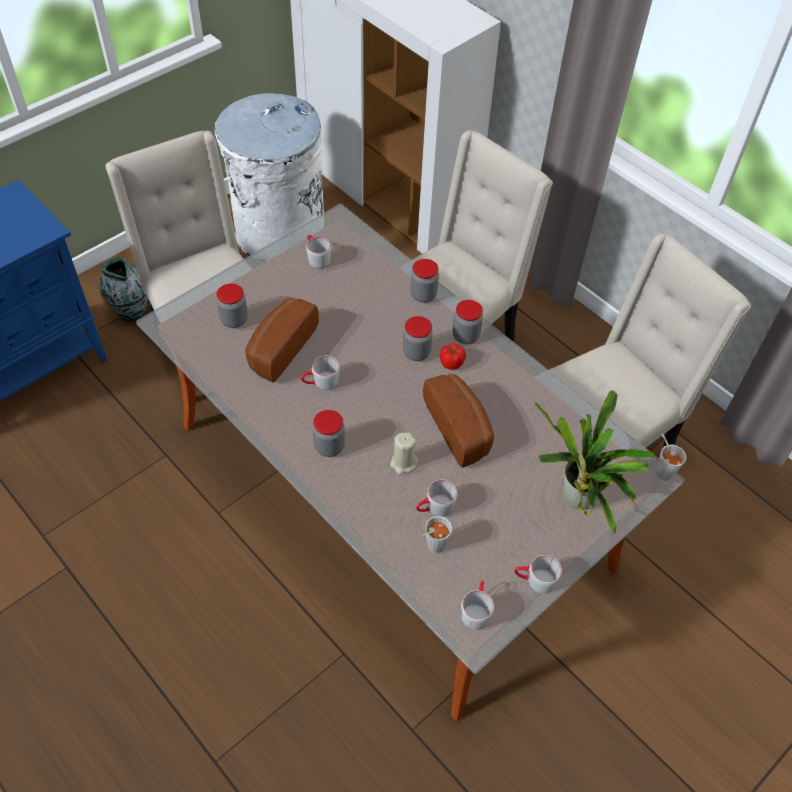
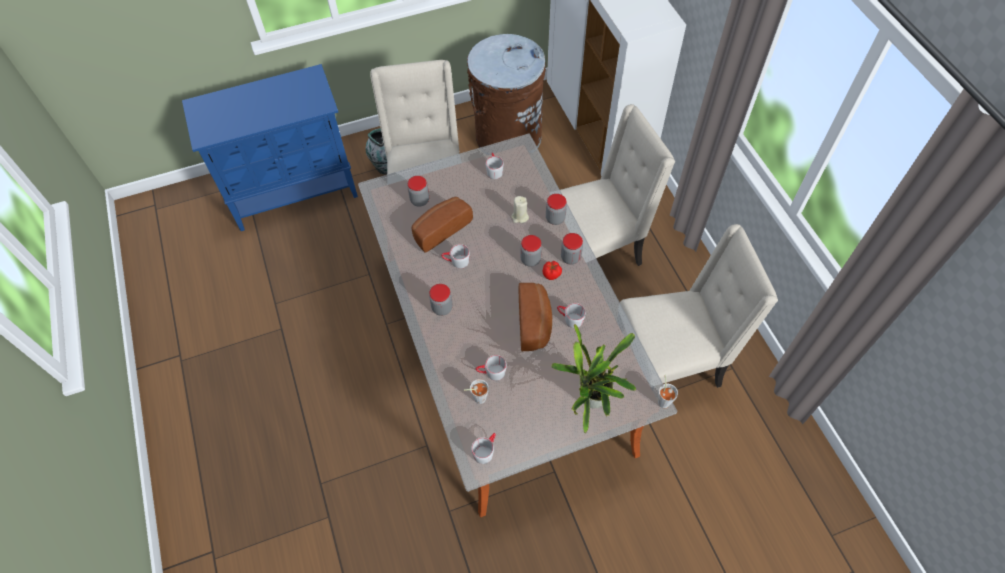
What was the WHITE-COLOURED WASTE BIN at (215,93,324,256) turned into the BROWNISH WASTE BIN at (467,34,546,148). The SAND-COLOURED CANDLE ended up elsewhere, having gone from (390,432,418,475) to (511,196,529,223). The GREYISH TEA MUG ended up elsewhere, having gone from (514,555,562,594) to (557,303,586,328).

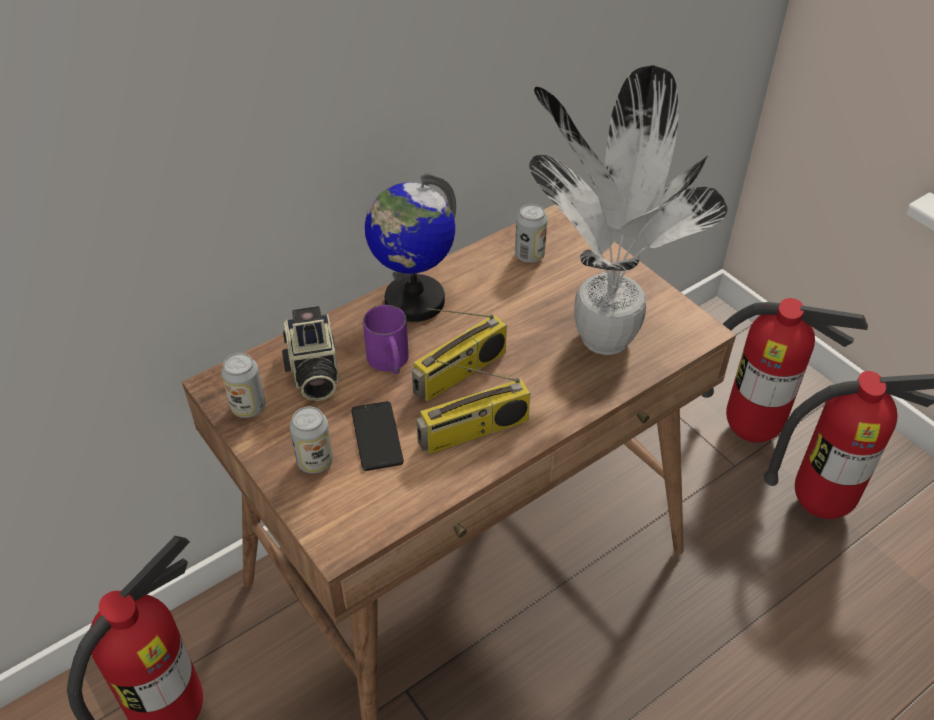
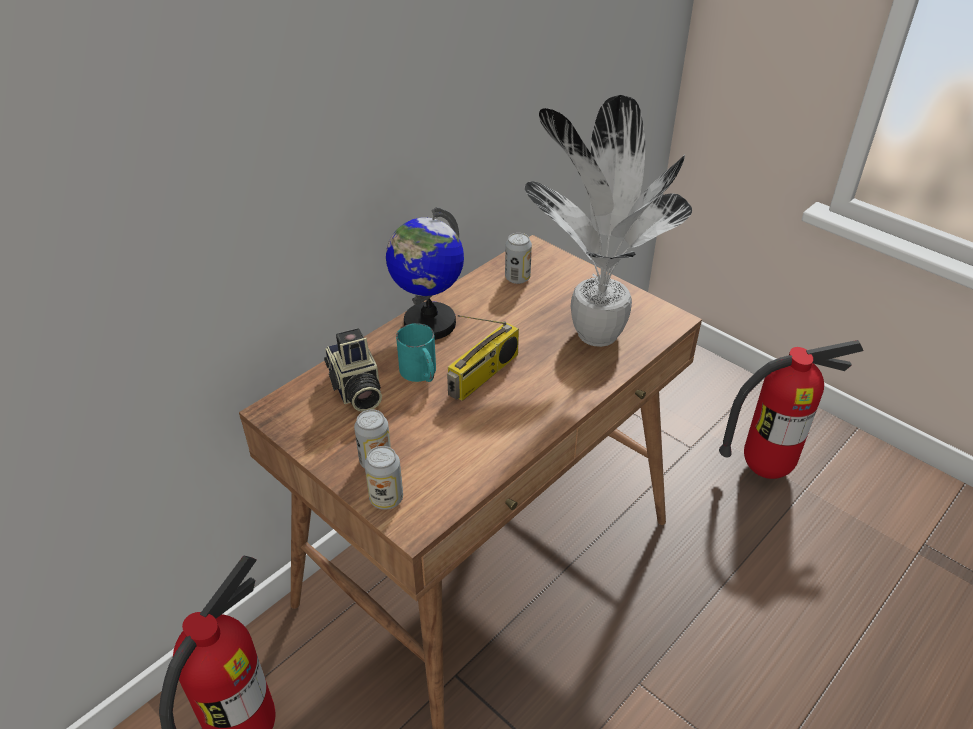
The SEALED CAN ended up elsewhere, having gone from (221,353,265,418) to (364,446,403,510). What was the PURPLE-COLOURED TEA MUG at (363,305,409,374) turned into the TURQUOISE-COLOURED TEA MUG at (396,323,436,382). The second view lost the TELEPHONE at (351,401,404,471). The second view lost the RADIO SET at (417,360,530,454). The second view lost the FIRE-FIGHTING CYLINDER at (702,298,868,443).

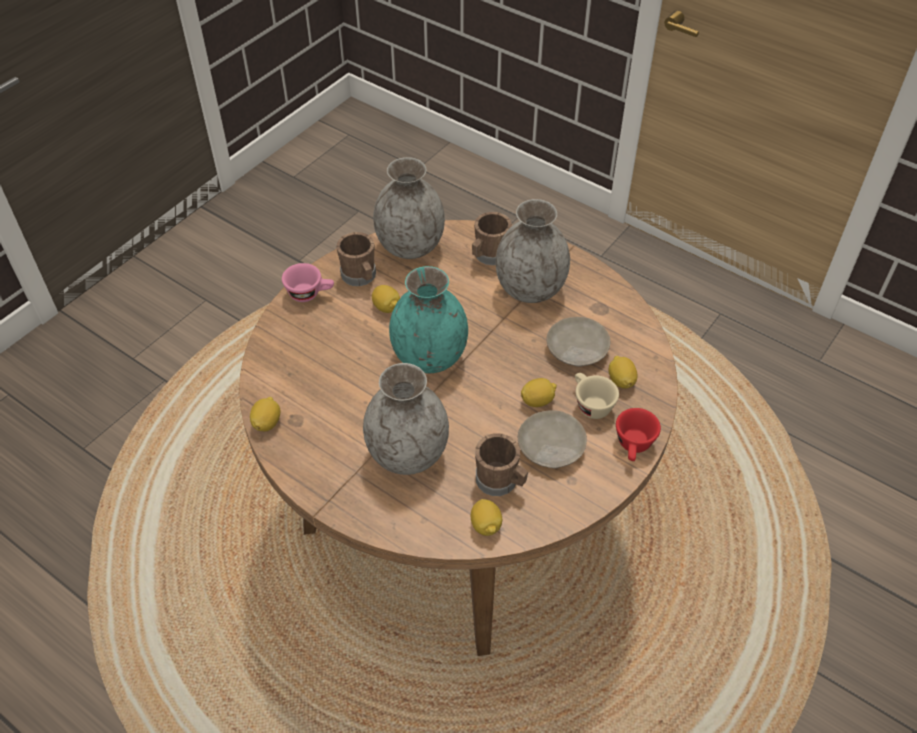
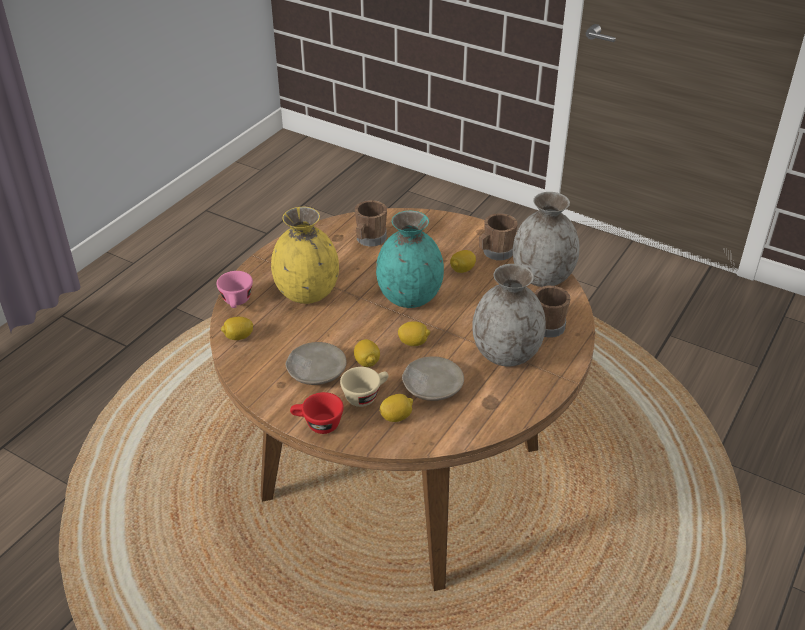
The PINKISH CUP ended up elsewhere, having gone from (282,263,334,302) to (216,271,253,308). What was the GREYISH FLOWER VASE at (363,363,449,475) turned into the YELLOWISH FLOWER VASE at (271,207,339,304). The BROWNISH TEA MUG ended up elsewhere, having gone from (475,433,528,496) to (355,200,387,247). The LEMON ended up elsewhere, having gone from (250,397,281,431) to (398,321,430,346).

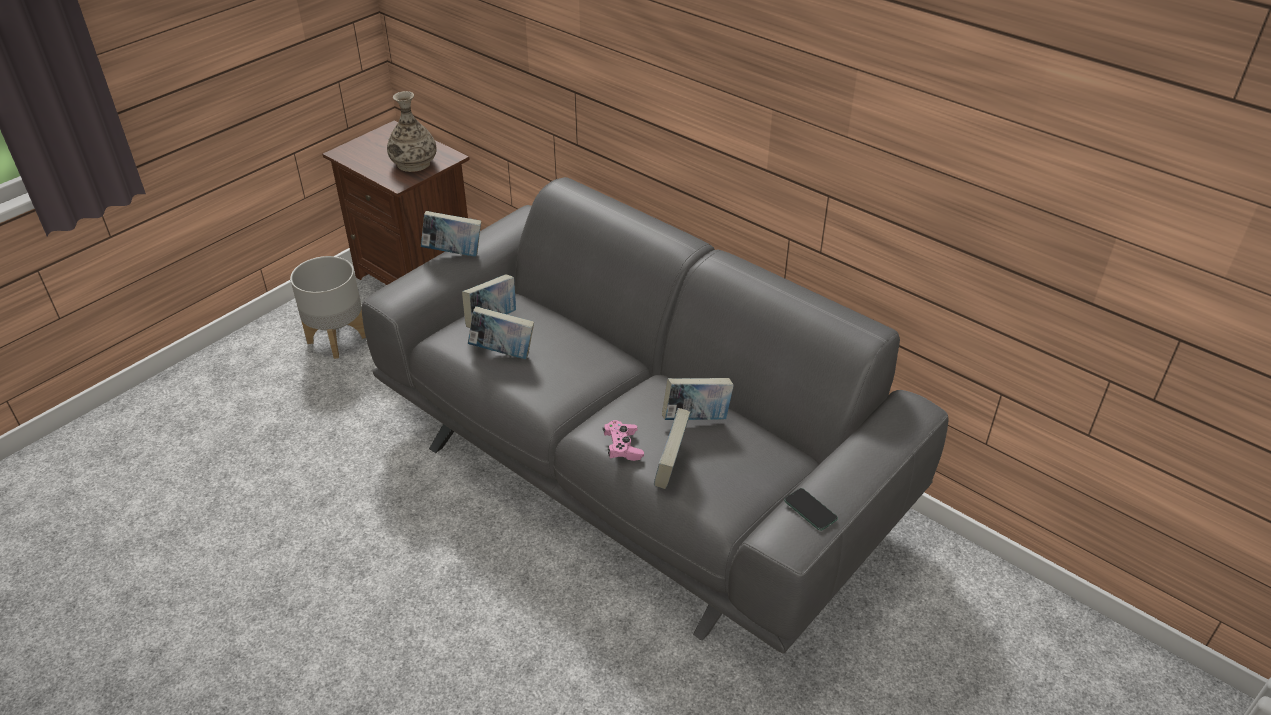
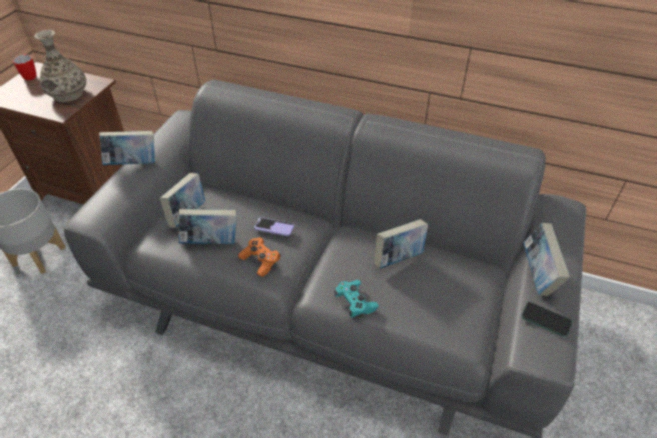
The second view gained the TEA MUG at (13,54,36,80). The second view gained the ORANGE GAMEPAD at (238,237,281,277). The second view gained the TELEPHONE at (254,217,294,236). What was the PINKISH GAMEPAD at (603,420,644,461) turned into the TURQUOISE-COLOURED GAMEPAD at (334,280,379,318). The BOUND BOOK ended up elsewhere, having gone from (654,408,691,489) to (523,223,570,296).

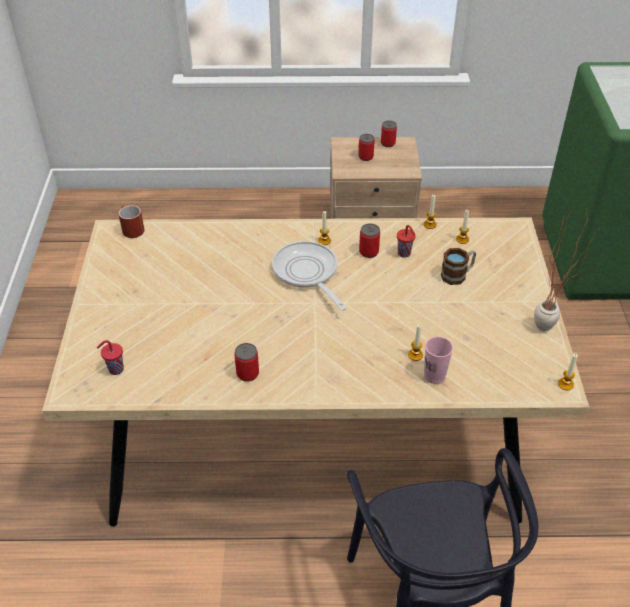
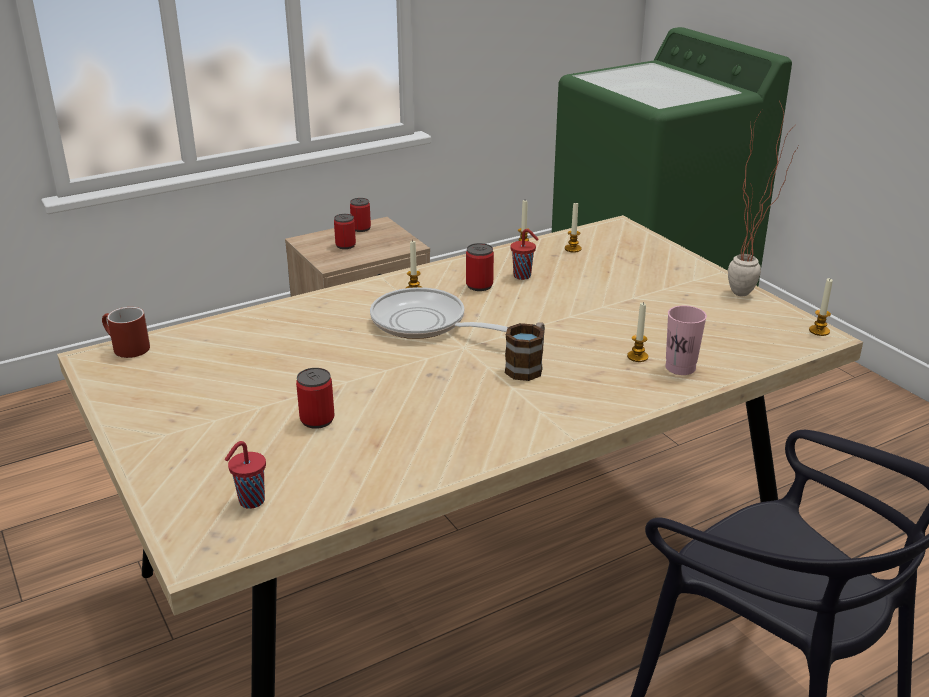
The SEALED CAN ended up elsewhere, having gone from (235,343,259,382) to (296,368,334,429). The TEA MUG ended up elsewhere, having gone from (441,248,476,285) to (505,322,545,381).

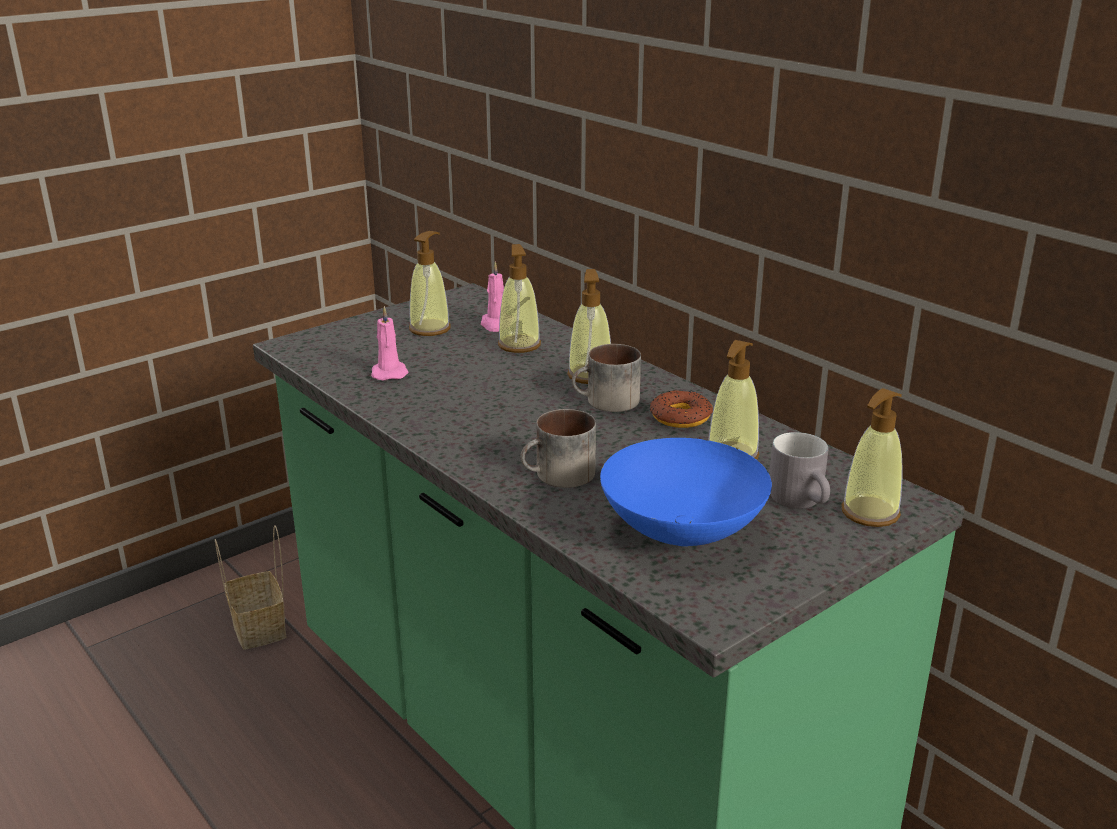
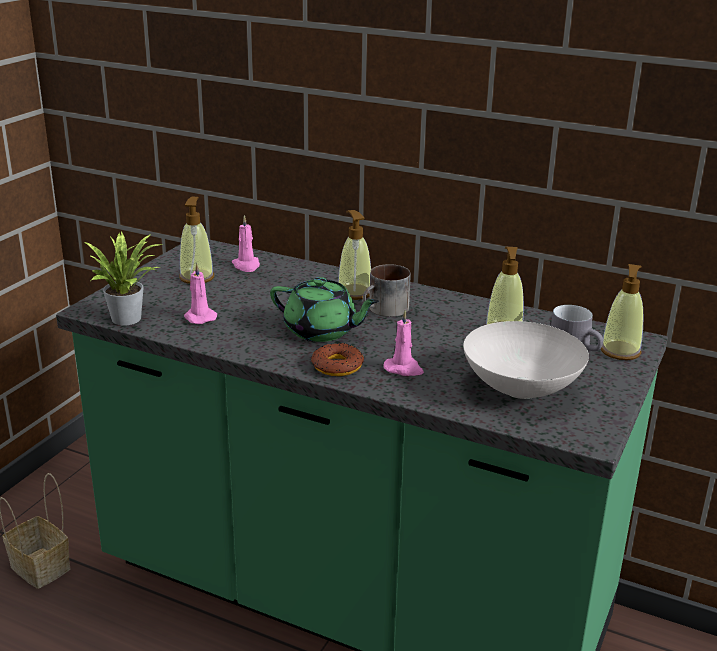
The second view gained the PLANT IN A POT at (83,231,164,326). The second view gained the GREEN TEA POT at (270,277,379,342). The RING DOUGHNUT ended up elsewhere, having gone from (650,390,713,428) to (311,343,364,376). Where the TEA MUG stood at (520,409,596,488), the PINKISH CANDLE came to stand at (383,309,424,376). What was the BLUE BOWL at (600,438,772,546) turned into the WHITE-COLOURED BOWL at (463,321,589,399). The second view lost the SOAP BOTTLE at (498,244,541,353).

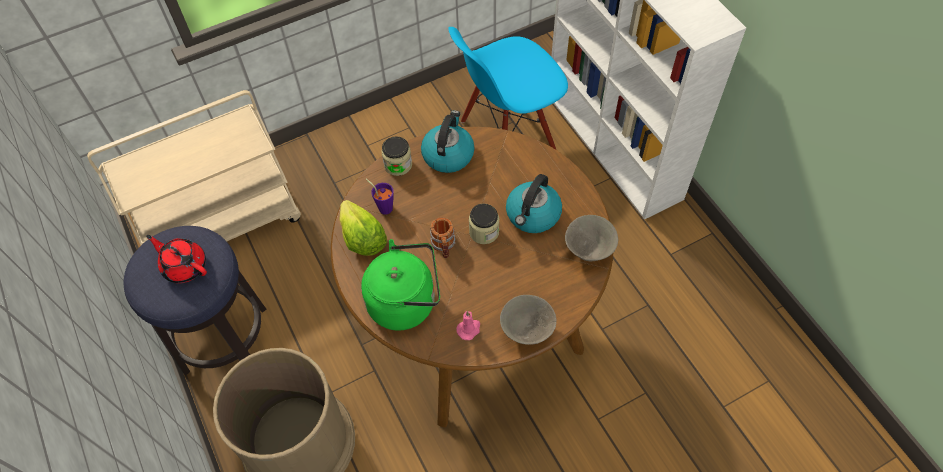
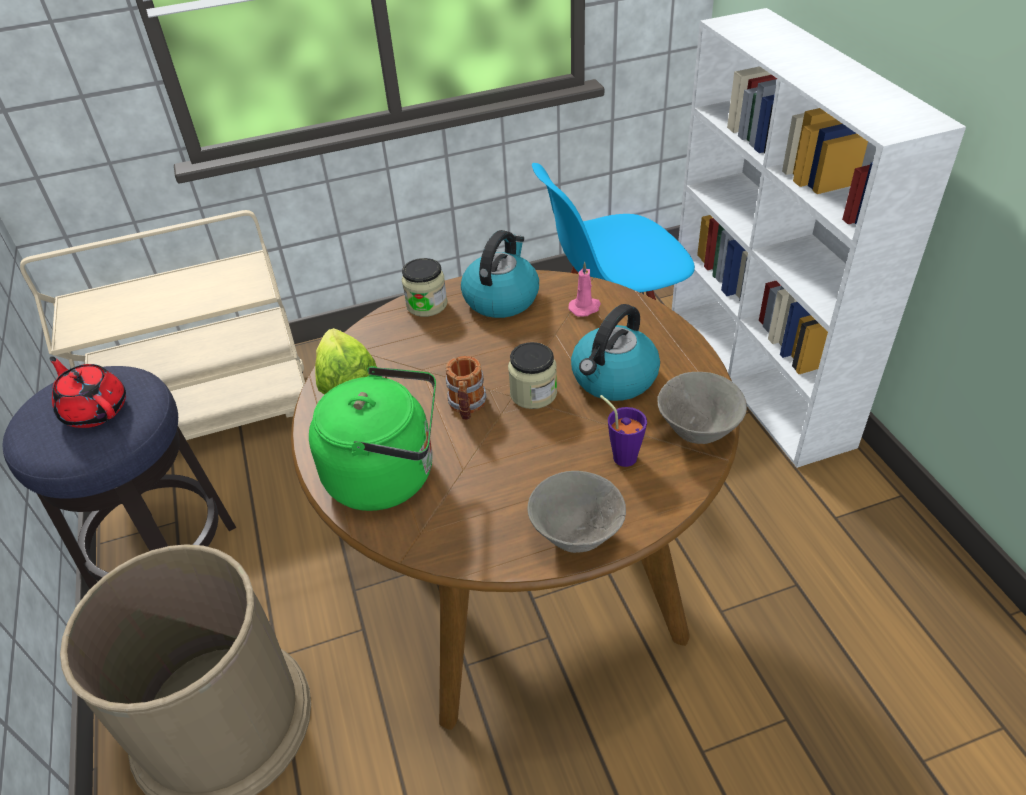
The PINKISH CANDLE ended up elsewhere, having gone from (456,311,480,340) to (568,262,601,317). The PURPLE-COLOURED CUP ended up elsewhere, having gone from (365,178,394,215) to (600,395,647,467).

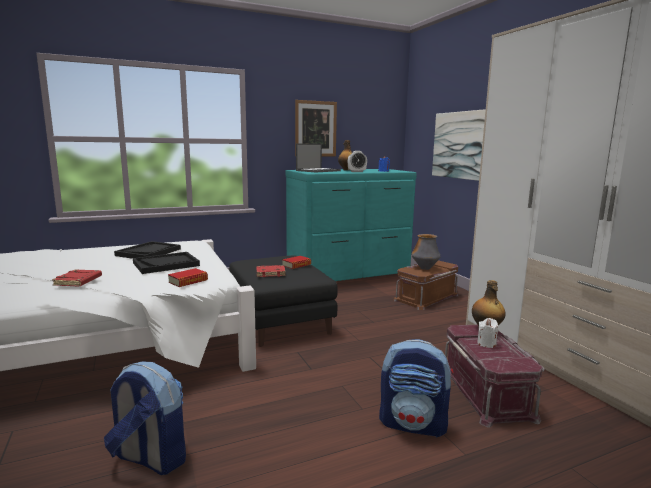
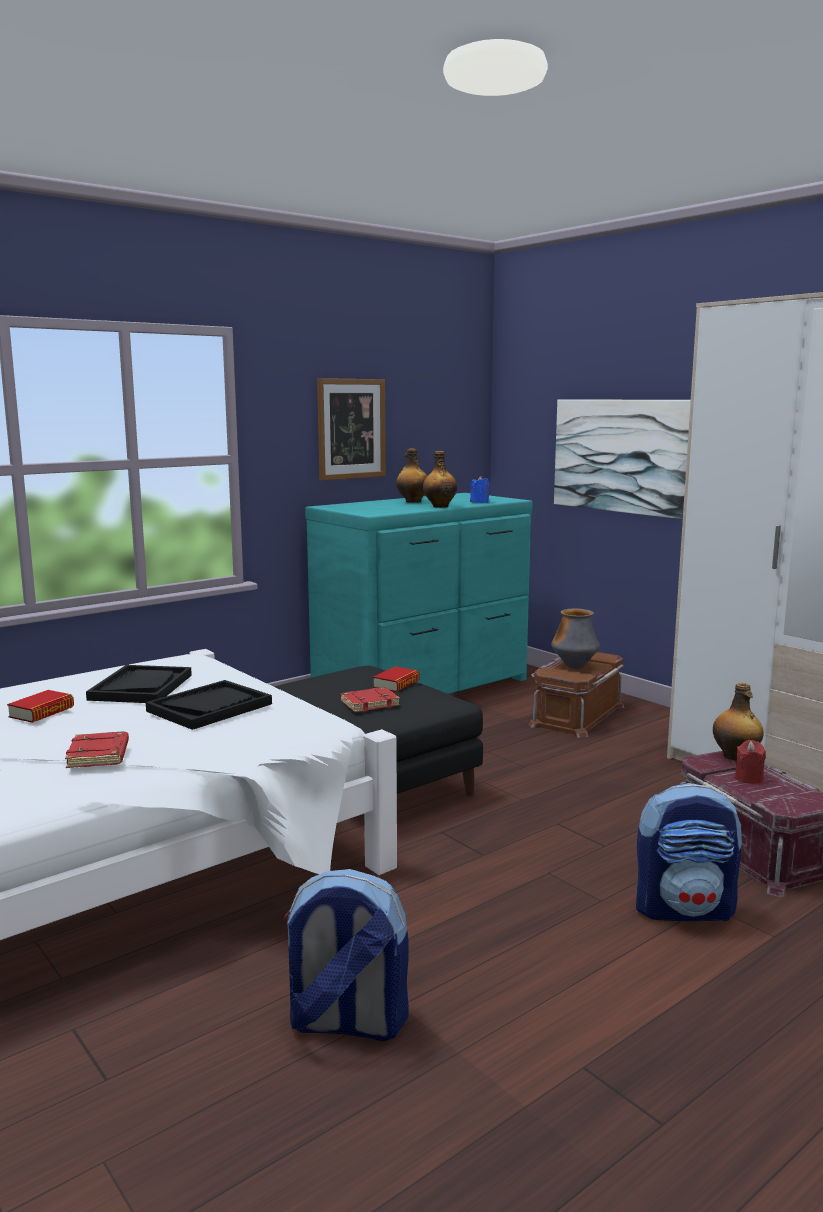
The BOUND BOOK ended up elsewhere, having gone from (168,268,208,287) to (7,690,74,723). Where the TABLE CLOCK stood at (348,151,367,172), the BOTTLE came to stand at (423,451,457,508). What was the WHITE-COLOURED CANDLE at (477,318,499,348) turned into the RED CANDLE at (735,740,766,784). The second view lost the LAPTOP at (296,144,341,172).

